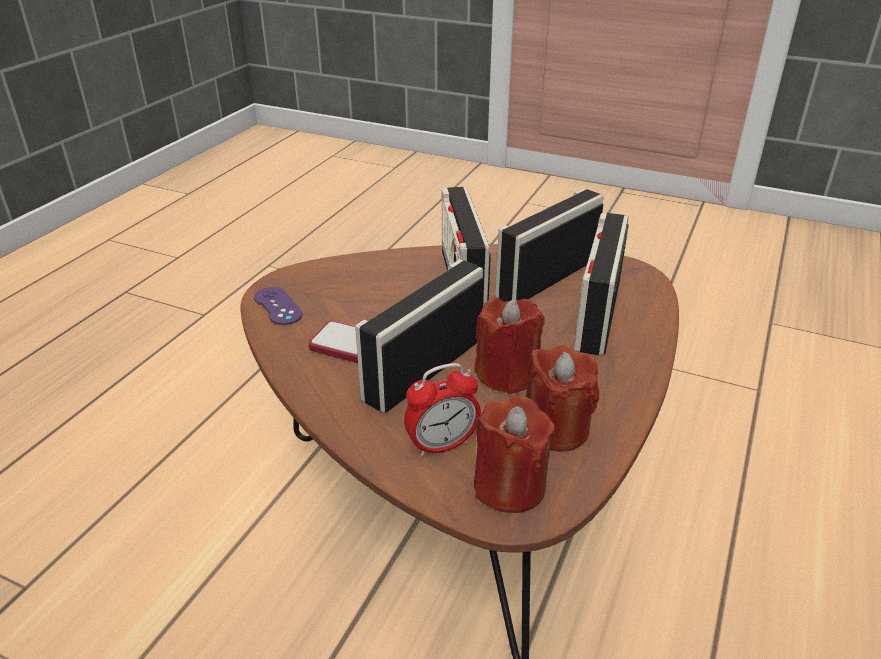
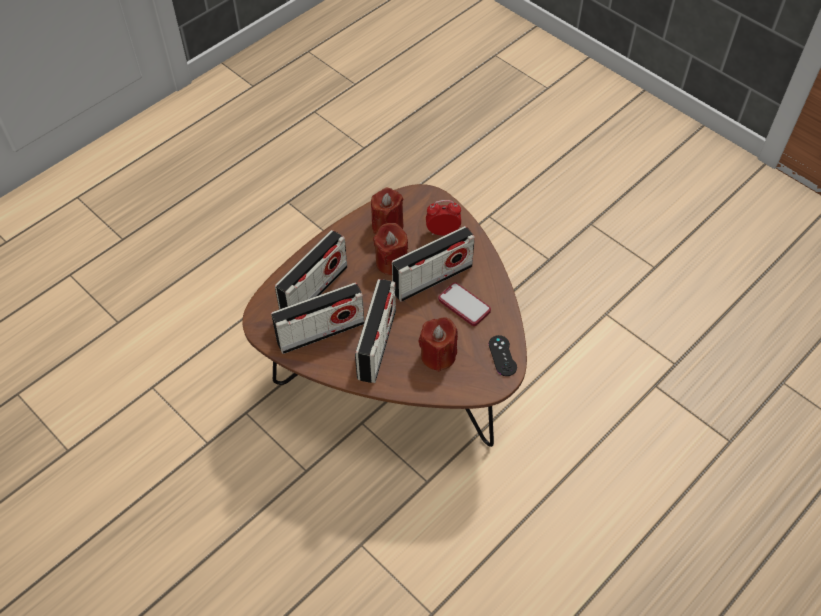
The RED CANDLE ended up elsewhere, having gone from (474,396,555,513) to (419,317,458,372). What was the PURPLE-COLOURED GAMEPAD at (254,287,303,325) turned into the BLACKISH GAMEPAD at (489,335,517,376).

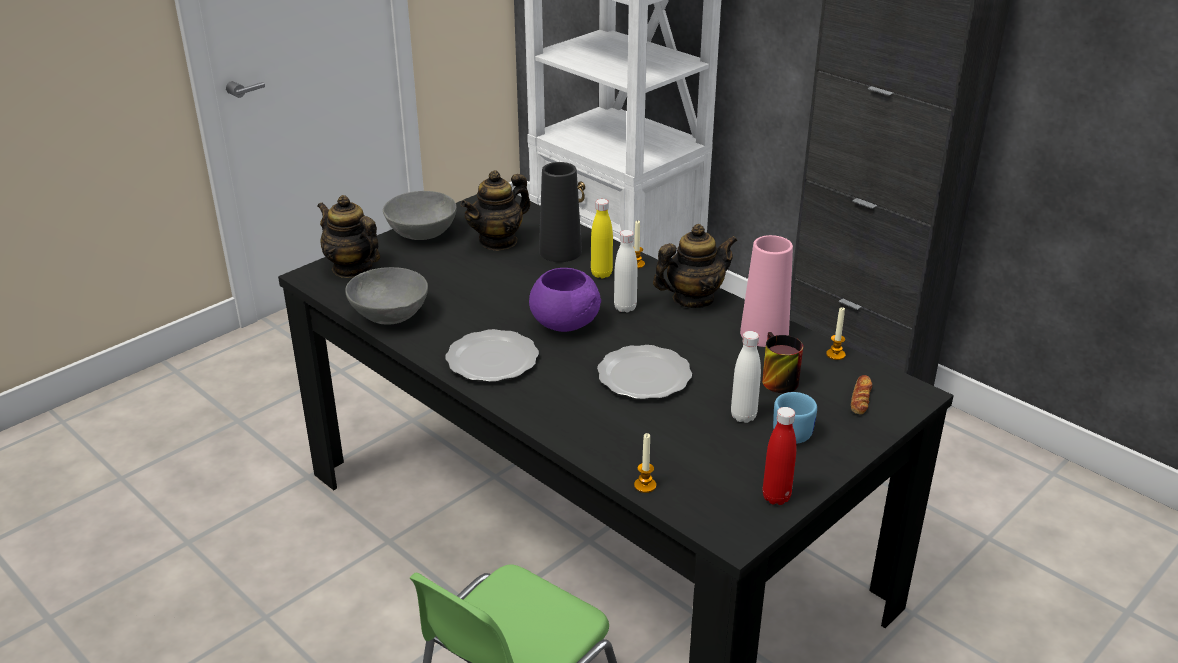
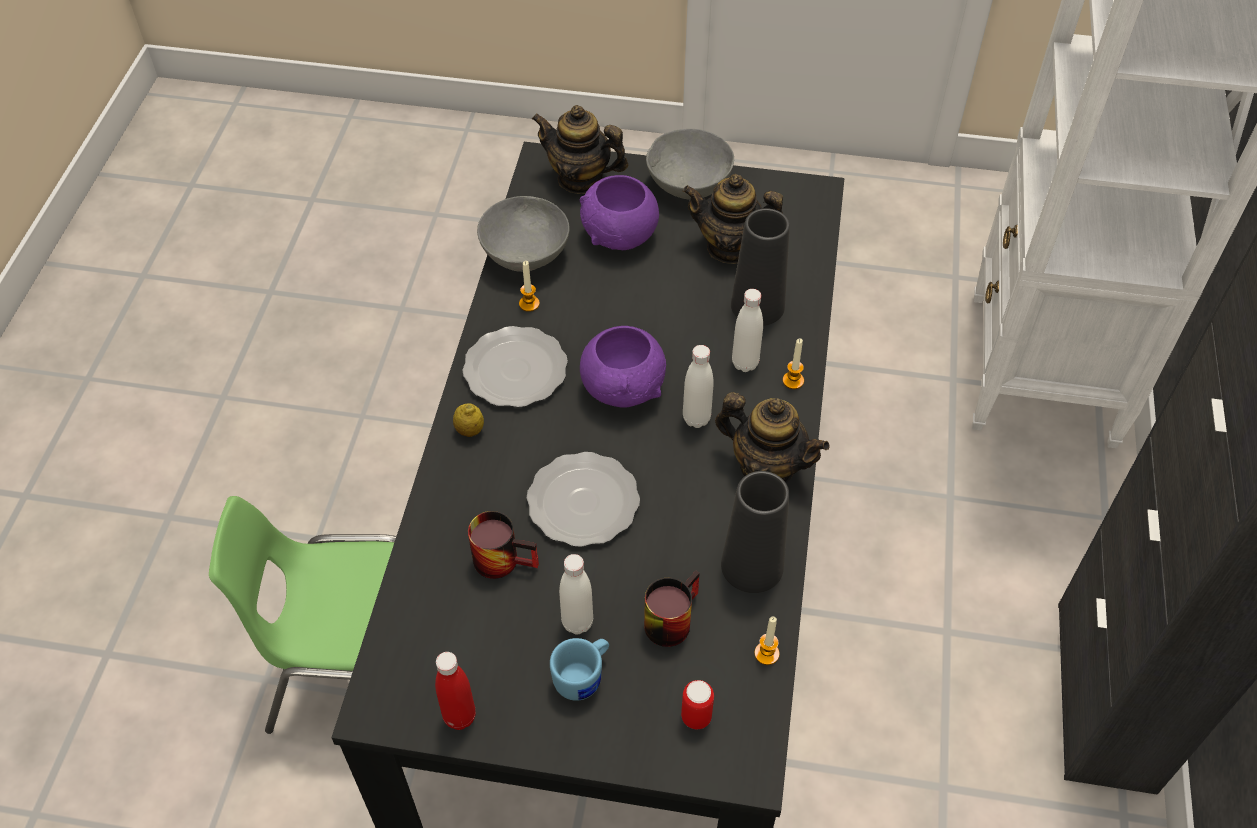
The second view gained the LEMON at (453,404,484,437). The second view gained the TEA MUG at (468,511,539,579). The CANDLE ended up elsewhere, having gone from (634,433,656,493) to (519,261,540,312). The TEA POT at (317,195,380,278) ended up facing another way, 75 degrees counterclockwise from before. The second view gained the PURPLE-COLOURED BOWL at (580,175,659,250). Where the BREAD stood at (851,375,872,414), the SEALED CAN came to stand at (681,680,714,729). What was the PINKISH FLOWER VASE at (740,235,793,347) turned into the BLACKISH FLOWER VASE at (721,471,790,593). What was the YELLOWISH BOTTLE at (591,199,613,278) turned into the WHITE-COLOURED BOTTLE at (732,289,763,372).

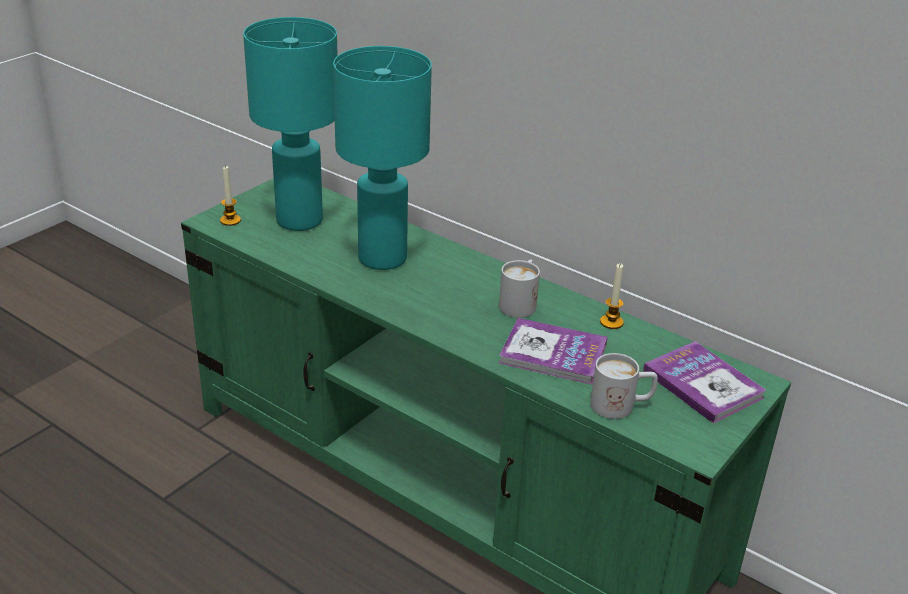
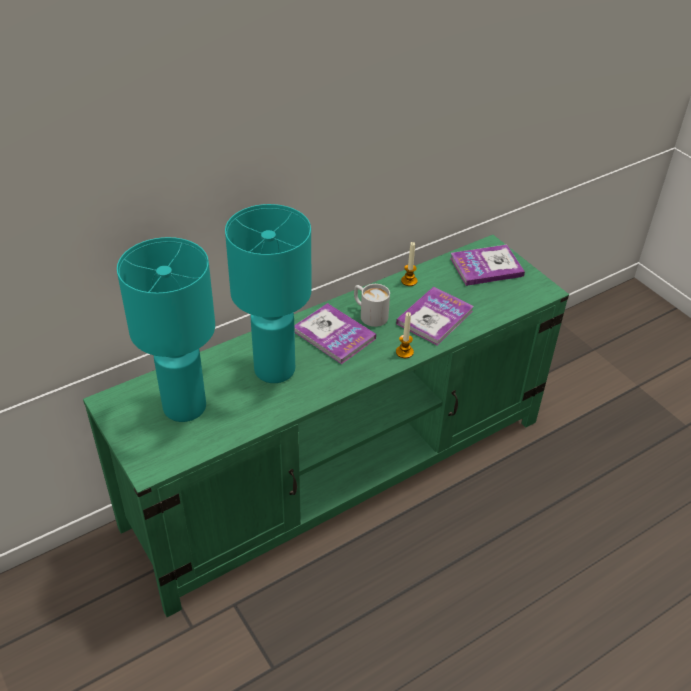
The second view gained the BOUND BOOK at (294,303,376,364). The CANDLE ended up elsewhere, having gone from (220,165,241,226) to (396,312,414,358). The second view lost the WHITE-COLOURED TEA MUG at (590,353,658,419).

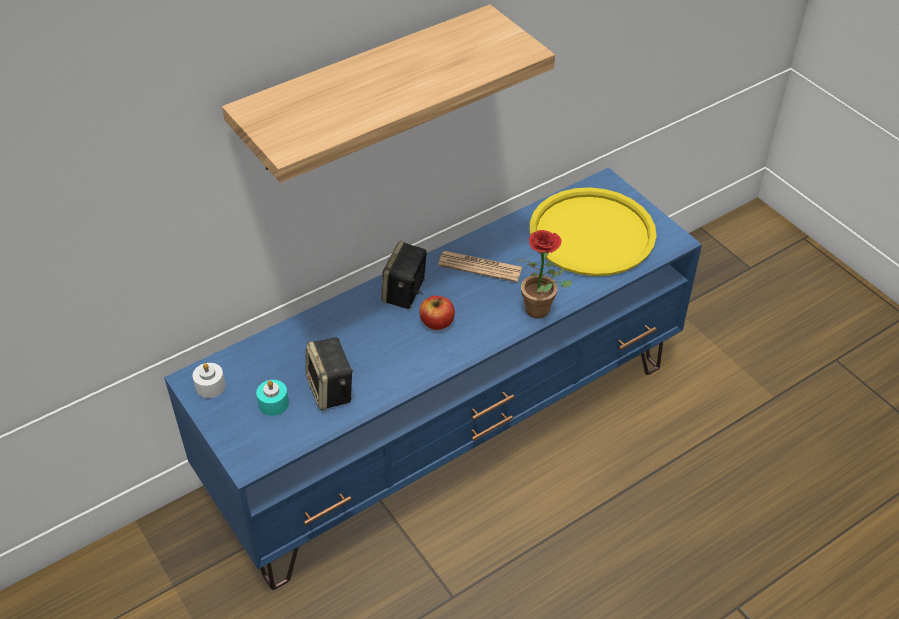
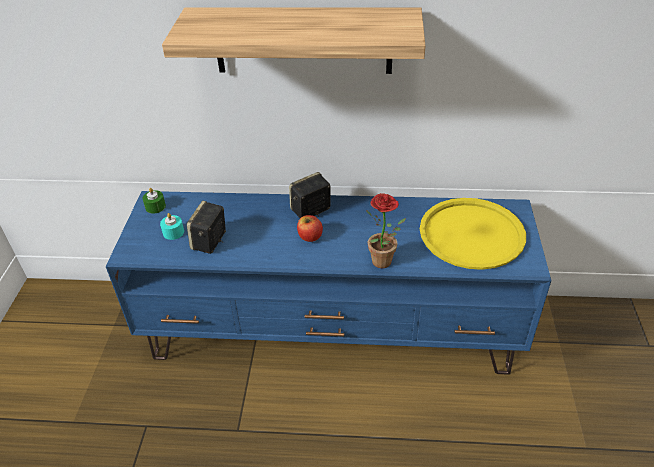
What was the WHITE-COLOURED CANDLE at (193,363,226,398) turned into the GREEN CANDLE at (142,188,166,214). The second view lost the NEWSPAPER at (438,251,522,282).

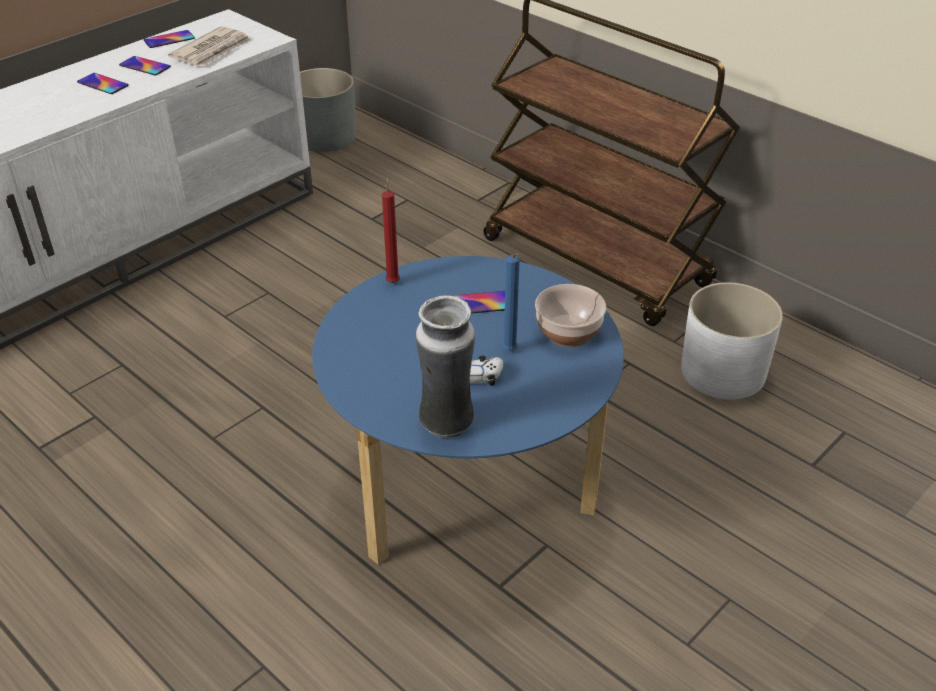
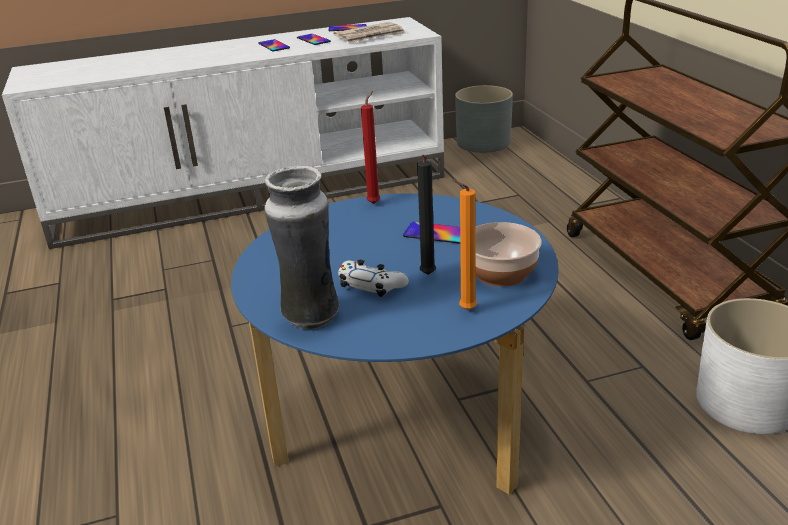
What was the BLUE CANDLE at (502,253,520,351) turned into the BLACKISH CANDLE at (417,155,436,275). The second view gained the ORANGE CANDLE at (452,180,477,310).

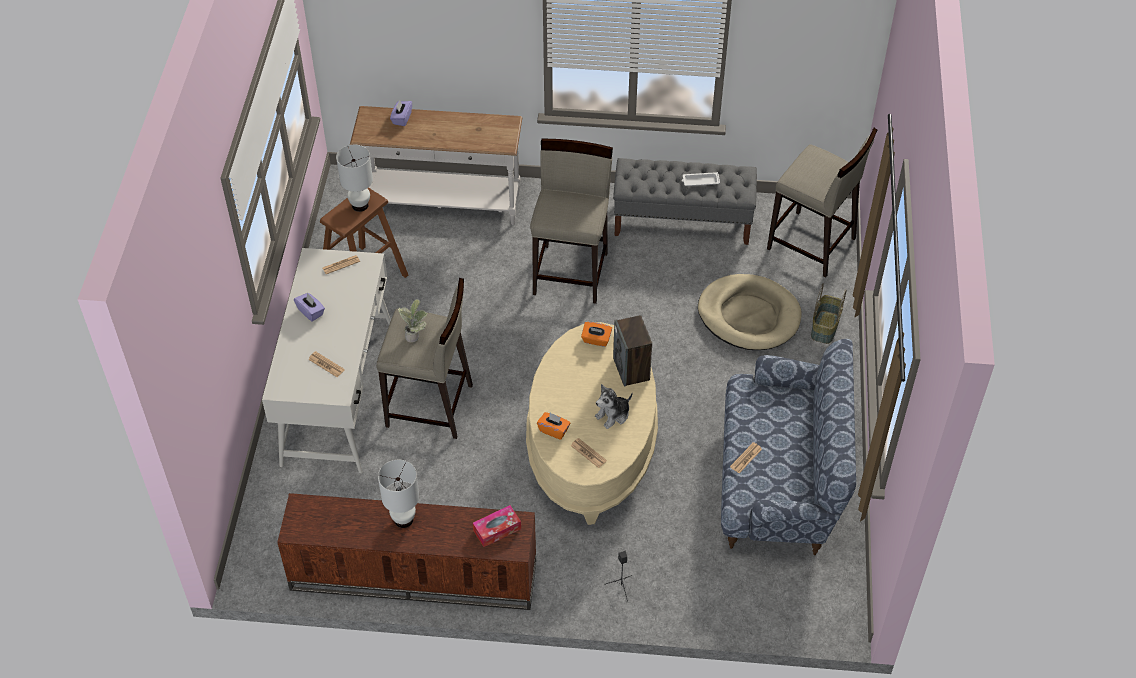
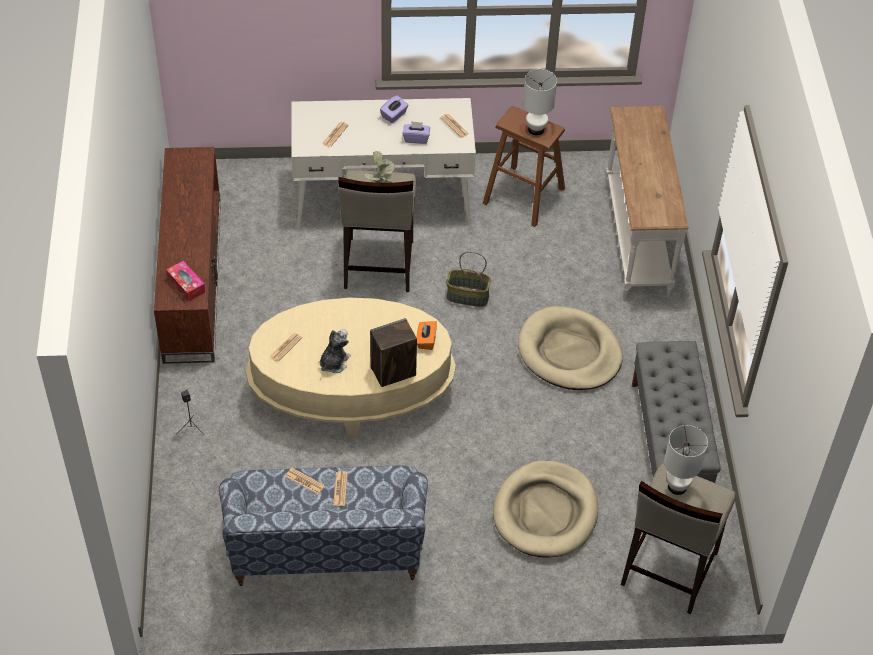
The PLUSH TOY at (595,384,632,429) ended up facing another way, 75 degrees clockwise from before. The second view gained the NEWSPAPER at (333,471,348,506). The PURPLE-COLOURED BOX OF TISSUES ended up elsewhere, having gone from (390,100,412,126) to (402,121,430,144). The STORAGE BASKET ended up elsewhere, having gone from (811,283,846,344) to (446,251,491,307). Where the SAND-COLOURED STOOL SEAT stood at (530,139,613,304), the SAND-COLOURED PET BED came to stand at (518,306,623,390). The WHITE-COLOURED TABLE LAMP ended up elsewhere, having gone from (378,460,419,528) to (664,425,708,495). The second view lost the ORANGE BOX OF TISSUES at (537,412,570,440). The second view lost the WHITE-COLOURED SERVING TRAY at (682,172,720,186).

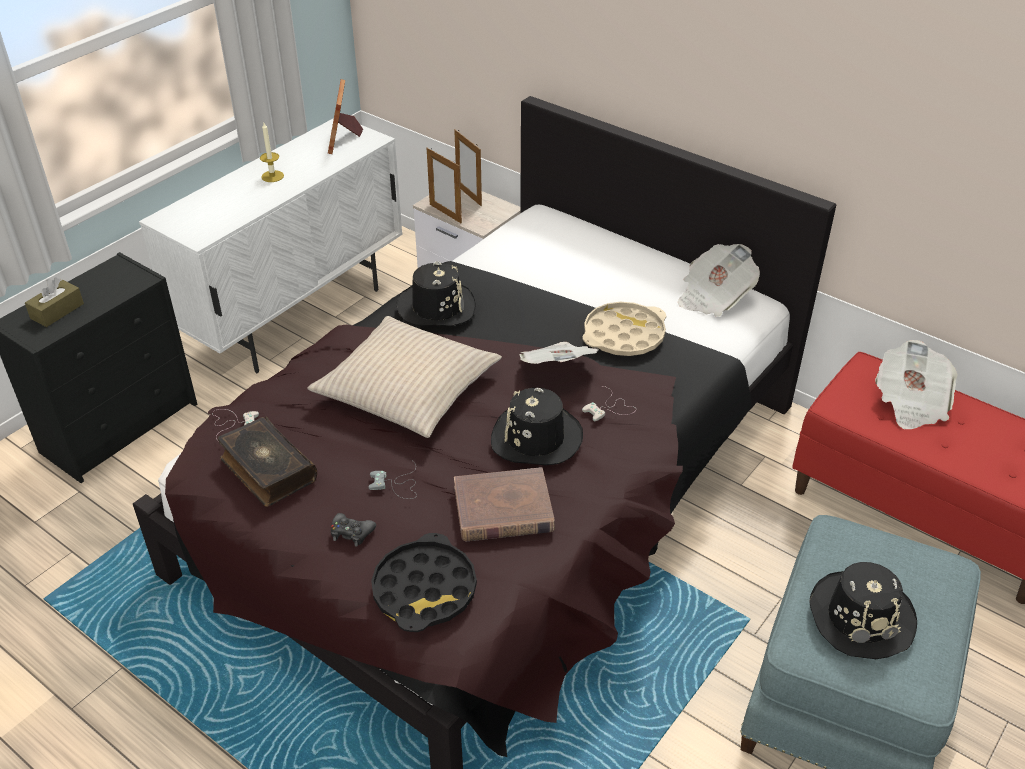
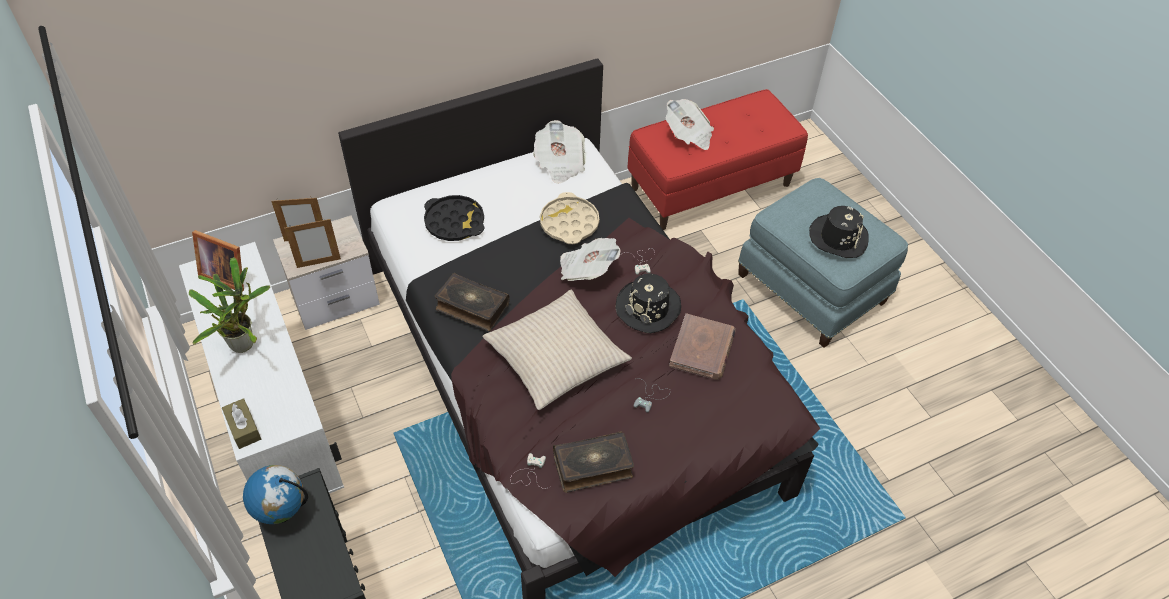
Where the CANDLE stood at (260,123,284,182), the PLANT IN A POT came to stand at (189,257,270,353). The BROWNISH BOX OF TISSUES ended up elsewhere, having gone from (25,277,84,327) to (222,398,261,449). The second view gained the WORLD GLOBE at (243,465,308,524). The BLACKISH SERVING TRAY ended up elsewhere, having gone from (371,533,477,632) to (424,195,485,241). Where the BLACKISH CLOTHING HAT stood at (396,261,476,326), the BOUND BOOK came to stand at (435,273,510,331). The second view lost the BLACKISH GAMEPAD at (331,513,376,547).

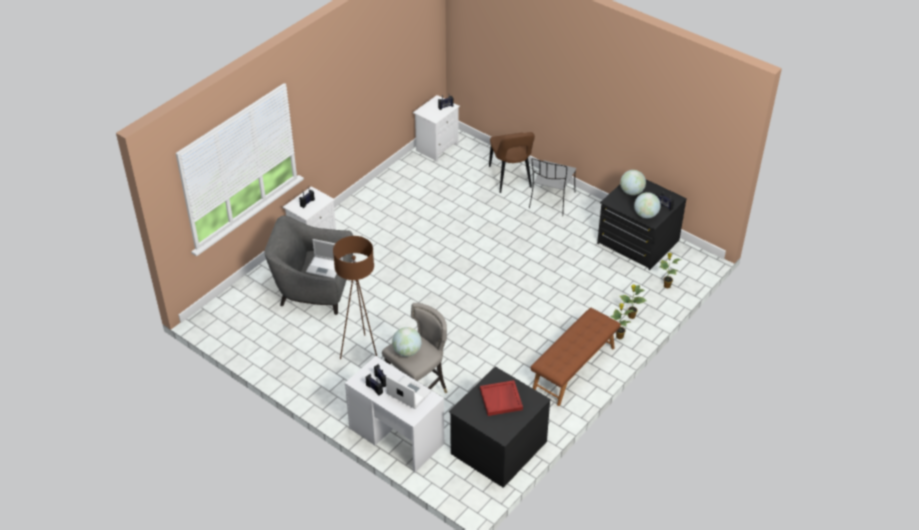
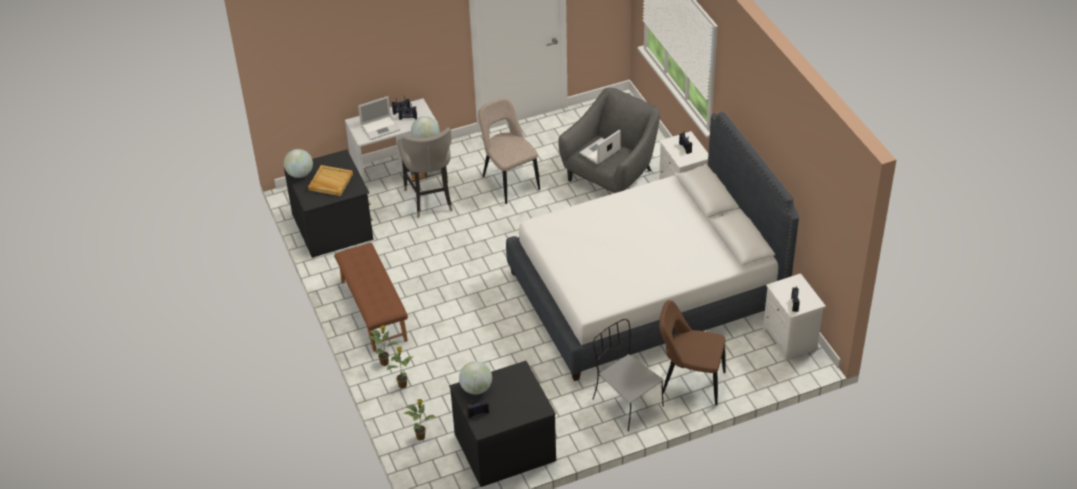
The WORLD GLOBE ended up elsewhere, having gone from (620,170,646,195) to (284,149,313,178). What was the RED SERVING TRAY at (480,380,523,416) turned into the SAND-COLOURED SERVING TRAY at (308,165,353,196). Where the BROWNISH FLOOR LAMP stood at (333,236,377,359), the SAND-COLOURED CHAIR came to stand at (478,98,540,204). The second view gained the WHITE-COLOURED SLEEPING BED at (506,112,799,381).

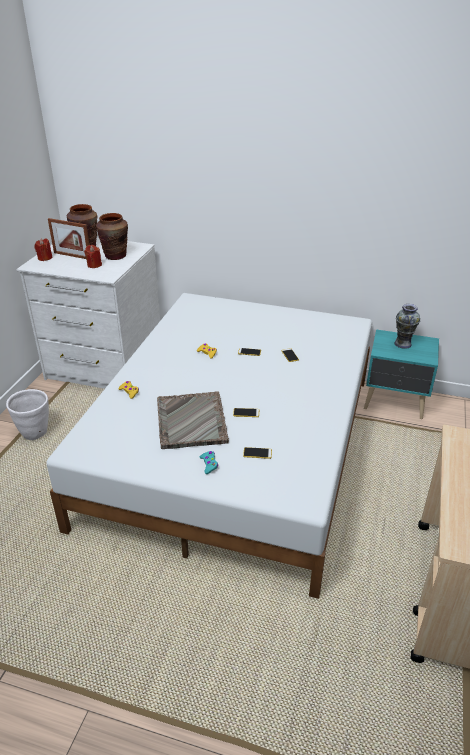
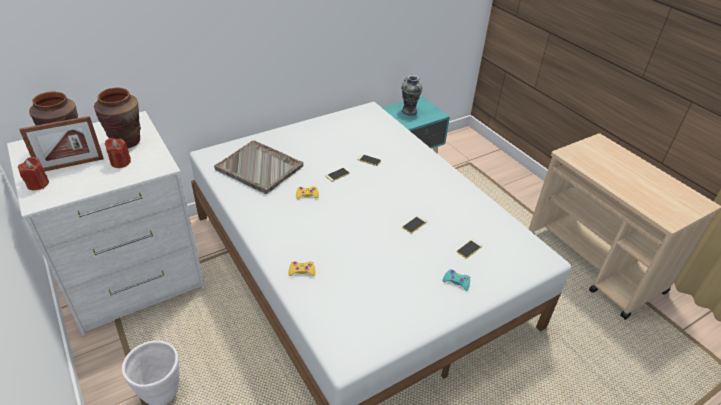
The GREYISH SERVING TRAY ended up elsewhere, having gone from (157,391,229,449) to (214,140,304,194).

